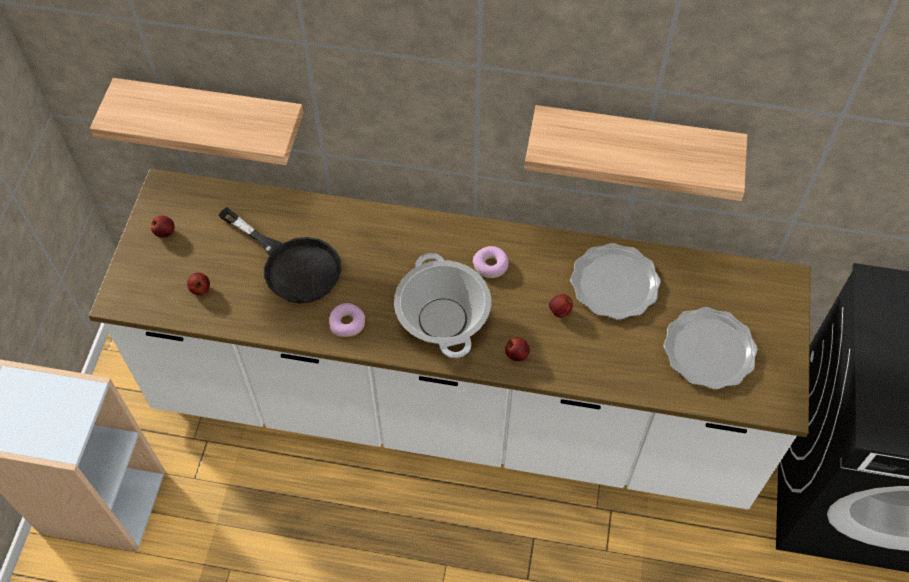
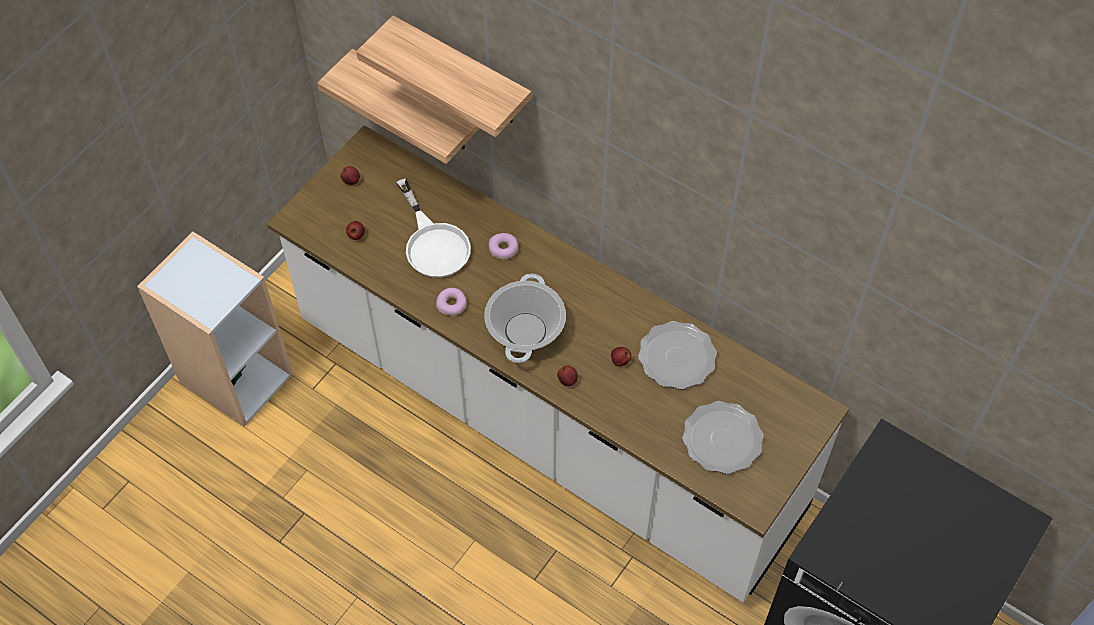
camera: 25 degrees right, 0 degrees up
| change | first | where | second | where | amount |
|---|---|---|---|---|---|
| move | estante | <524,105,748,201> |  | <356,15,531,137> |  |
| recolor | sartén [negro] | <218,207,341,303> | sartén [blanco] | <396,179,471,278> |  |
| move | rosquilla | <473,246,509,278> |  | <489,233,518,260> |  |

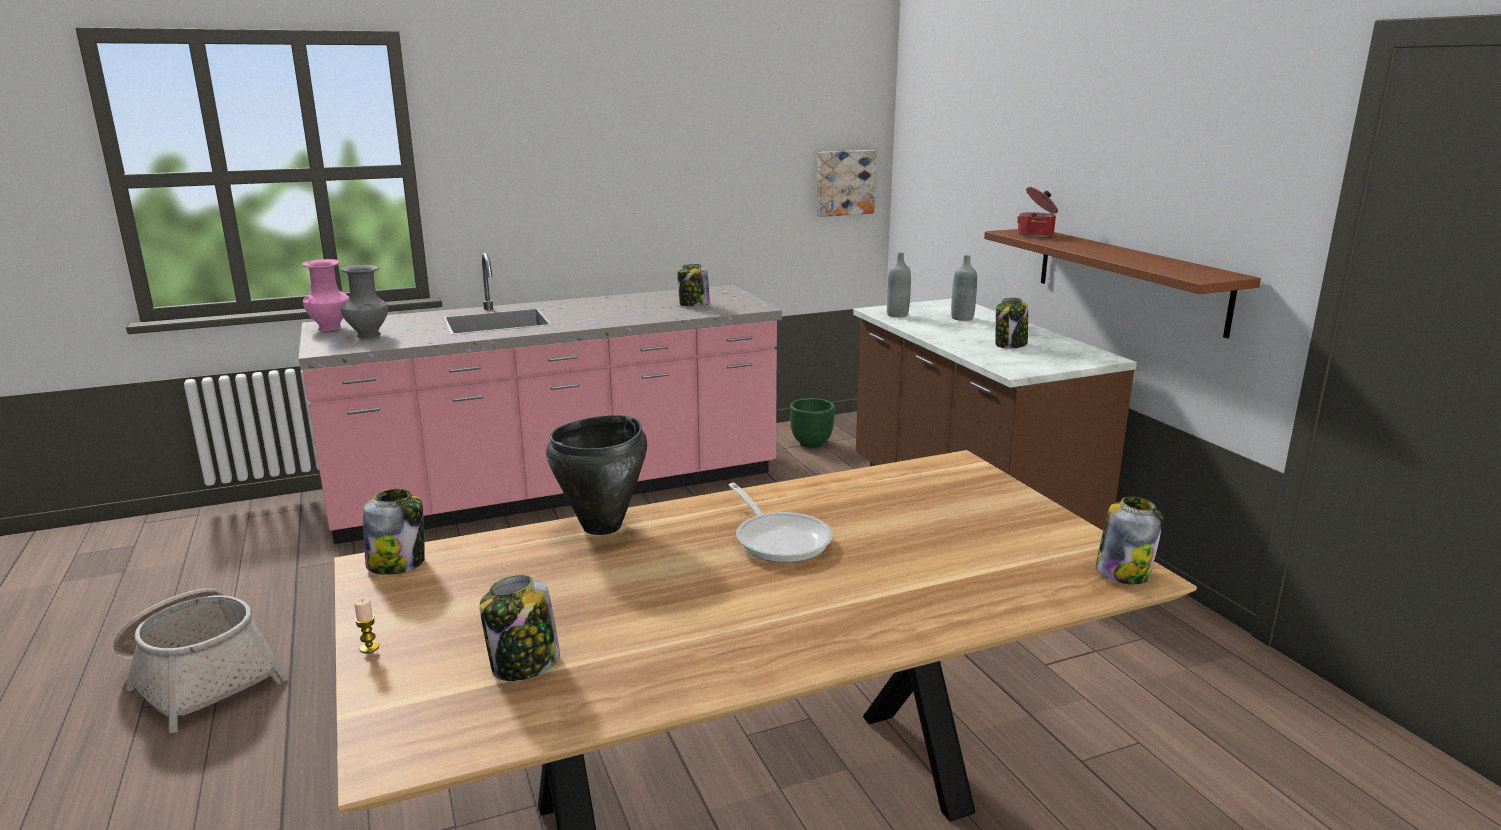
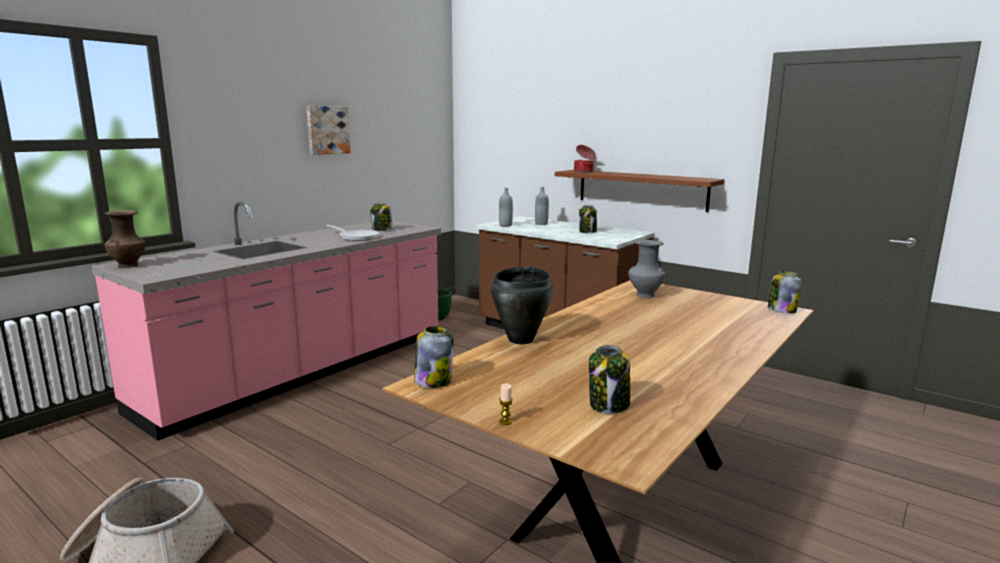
camera: 30 degrees left, 5 degrees down
| change | first | where | second | where | amount |
|---|---|---|---|---|---|
| recolor | florero [rosa] | <302,259,349,331> | florero [marrón] | <104,210,146,268> |  |
| move | cuadro | <817,150,877,217> |  | <306,106,351,155> |  |
| move | sartén | <729,483,833,563> |  | <326,225,379,241> |  |
| move | florero [gris] | <340,265,388,339> |  | <628,240,665,298> |  |

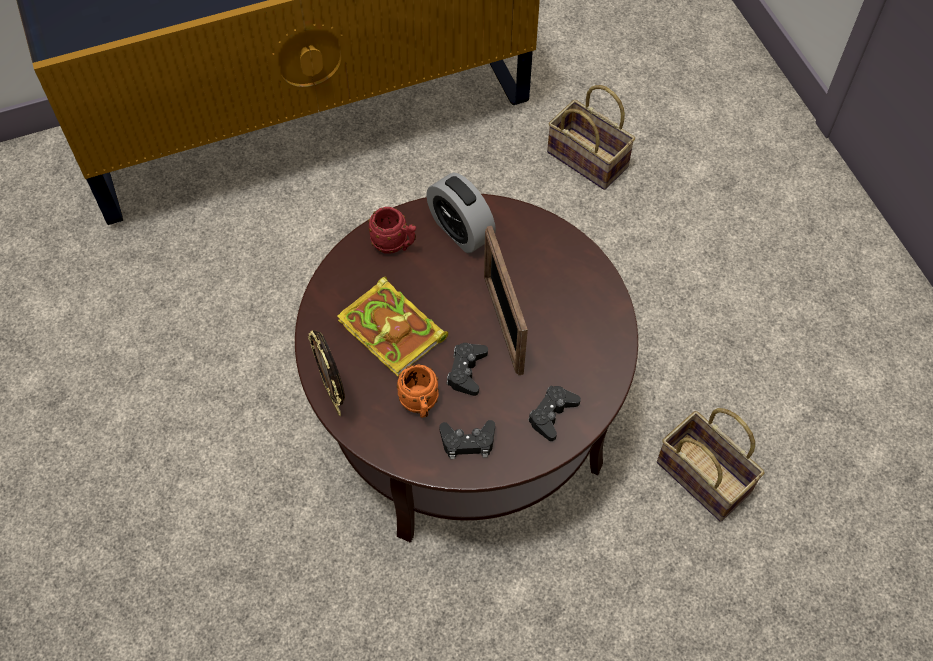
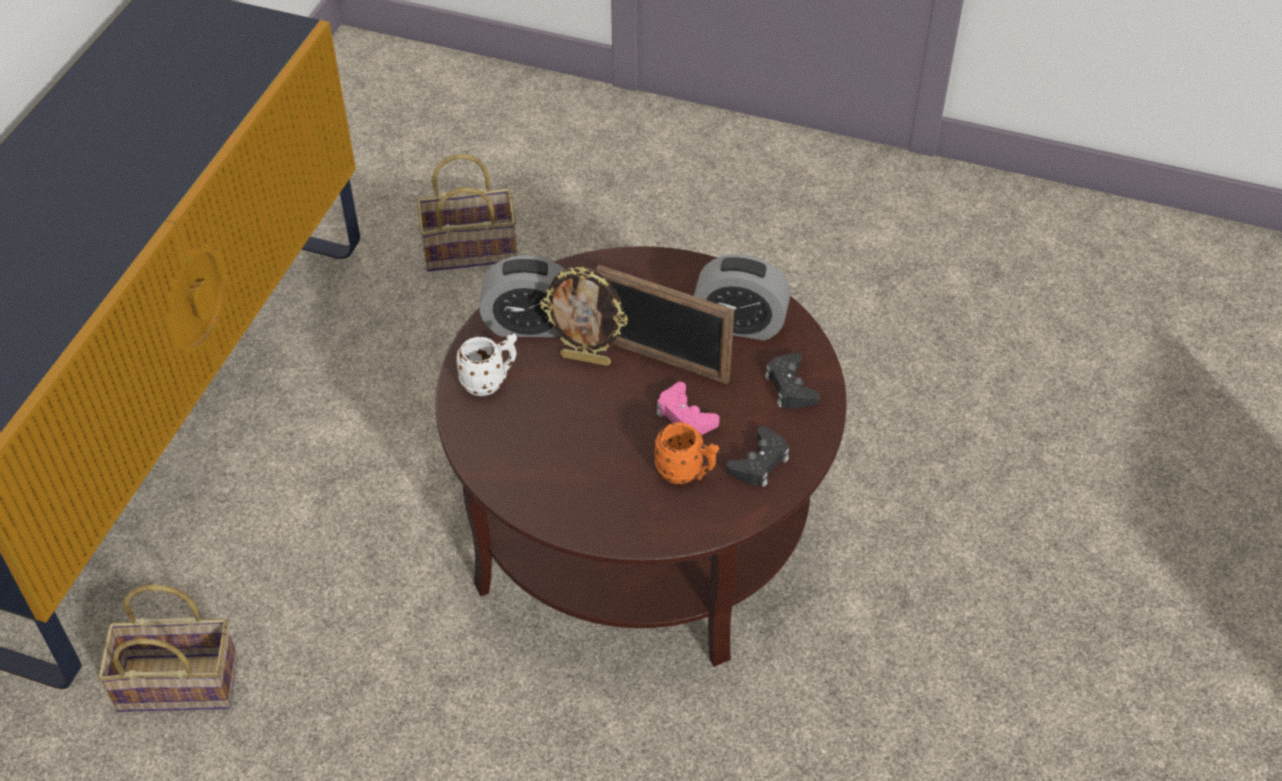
camera: 50 degrees left, 10 degrees down
| change | first | where | second | where | amount |
|---|---|---|---|---|---|
| move | cesta | <657,408,764,522> |  | <98,585,238,712> |  |
| recolor | taza grande [rojo] | <368,207,416,254> | taza grande [blanco] | <455,333,517,396> |  |
| move | portarretratos | <308,330,345,416> |  | <540,266,628,366> |  |
| recolor | mando de consola [negro] | <446,343,488,396> | mando de consola [rosa] | <656,382,720,435> |  |
| insert |  |  | despertador | <694,254,790,340> |  |
| delete | libro | <337,277,448,377> |  |  |  |

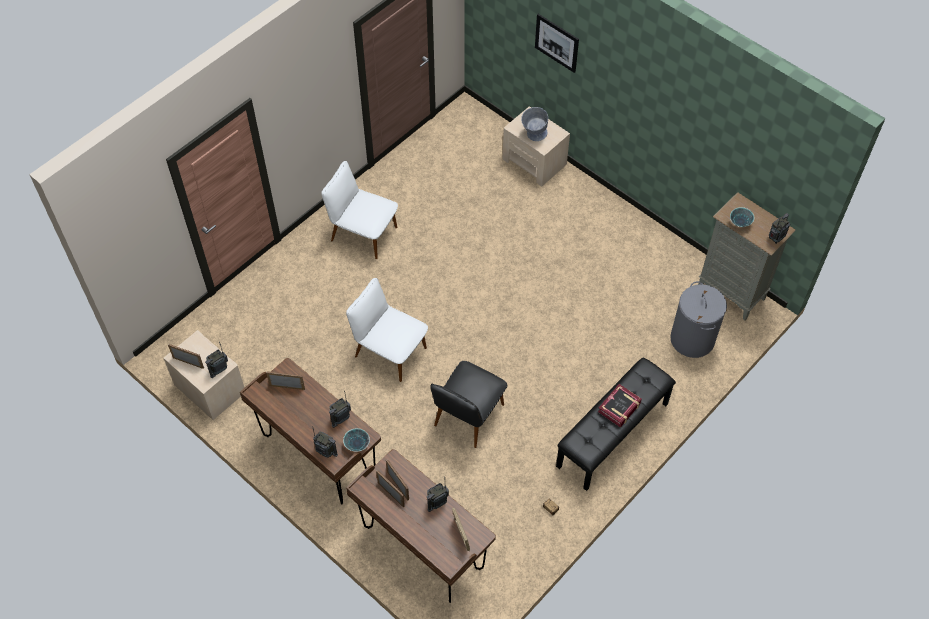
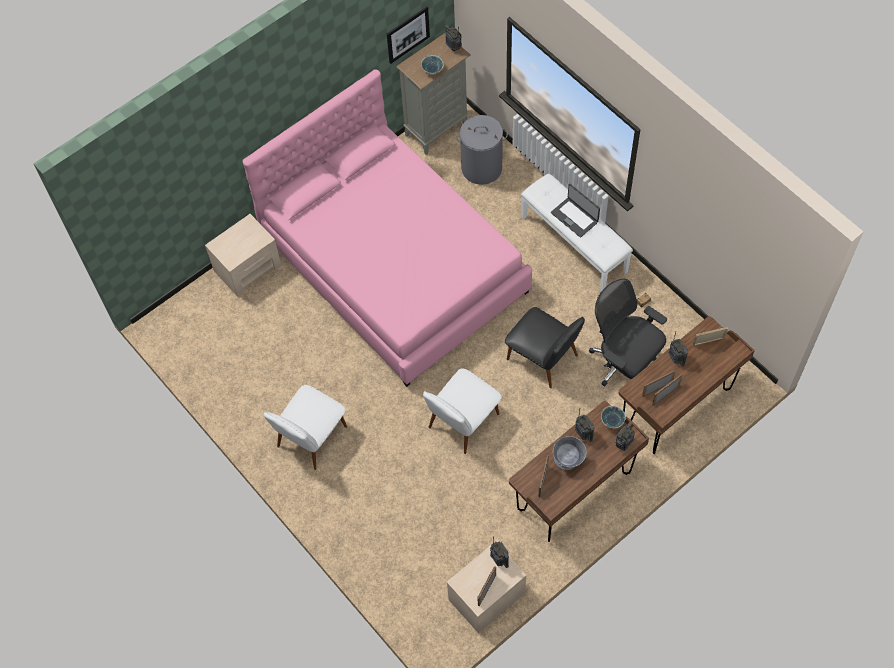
camera: 80 degrees left, 5 degrees up
| change | first | where | second | where | amount |
|---|---|---|---|---|---|
| insert |  |  | cama [rosa] | <243,69,532,387> |  |
| move | cuadro | <535,14,579,73> |  | <387,6,430,64> |  |
| recolor | banco [negro] | <556,358,676,491> | banco [blanco] | <521,174,633,291> |  |
| replace | libro | <598,384,642,427> | portátil | <551,184,600,238> |  |
| move | cuenco [gris] | <521,107,548,141> |  | <553,436,587,470> |  |
| insert |  |  | silla de oficina | <589,279,667,386> |  |

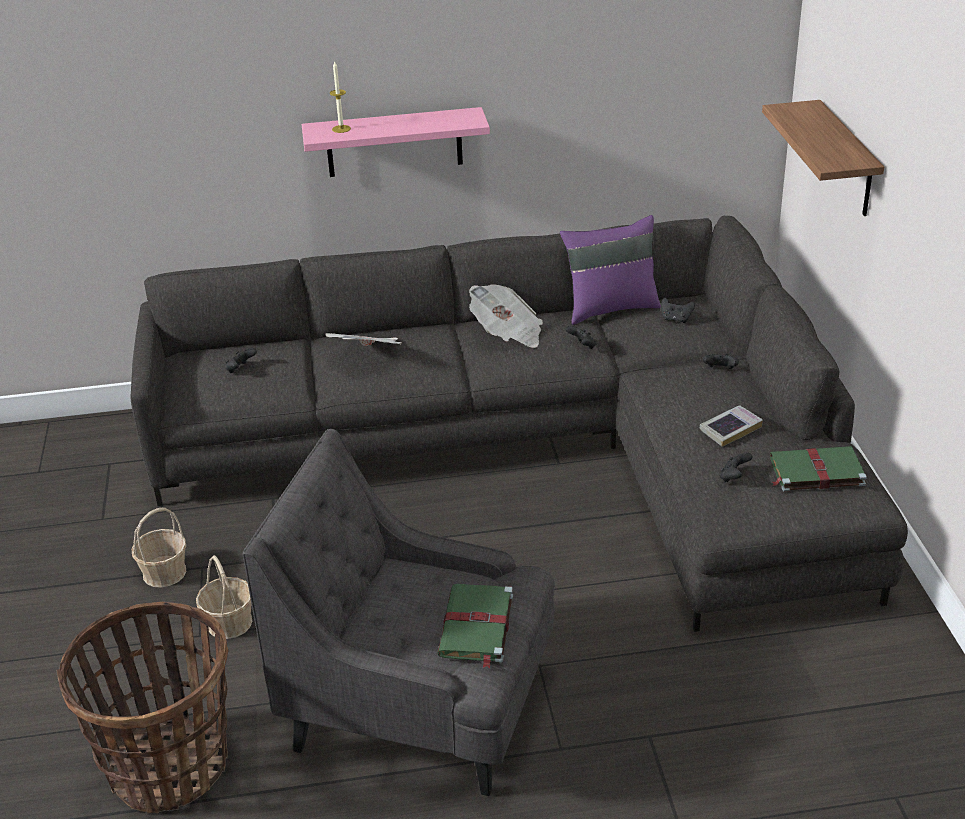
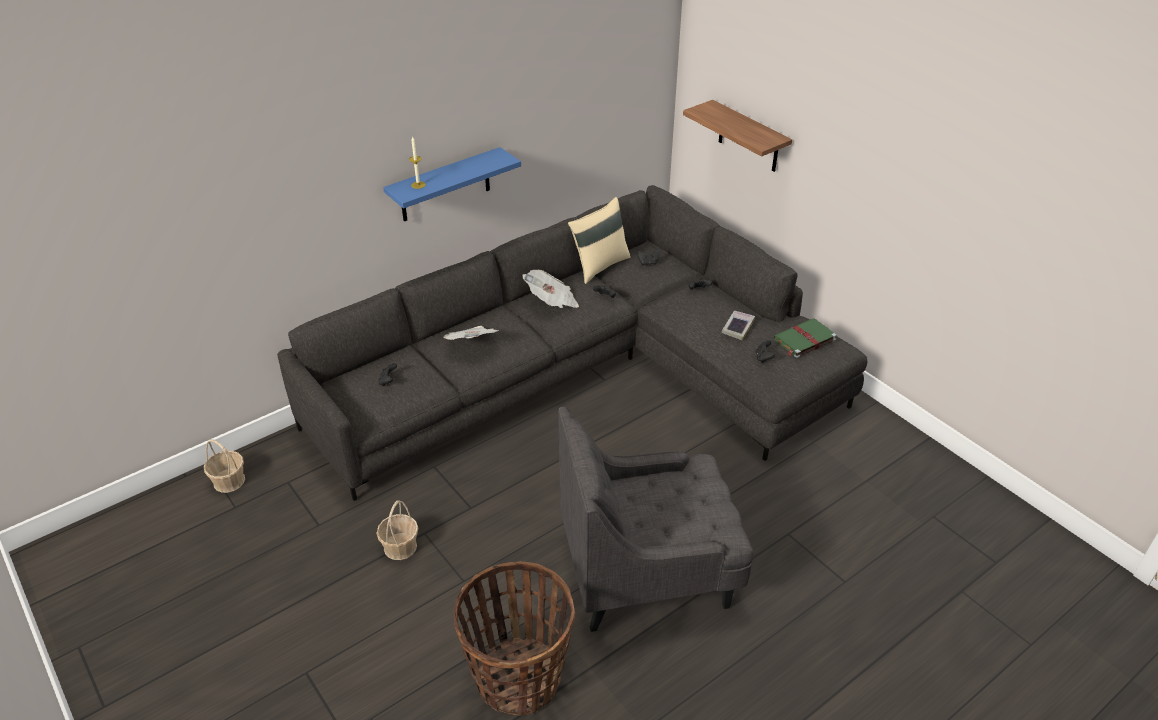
camera: 30 degrees left, 5 degrees up
| change | first | where | second | where | amount |
|---|---|---|---|---|---|
| move | cesta | <196,555,252,639> |  | <204,439,245,493> |  |
| recolor | estante [rosa] | <302,107,490,177> | estante [azul] | <383,147,521,221> |  |
| recolor | cojín [morado] | <560,215,661,325> | cojín [beis] | <568,197,630,284> |  |
| delete | libro [verde] | <437,584,513,668> |  |  |  |

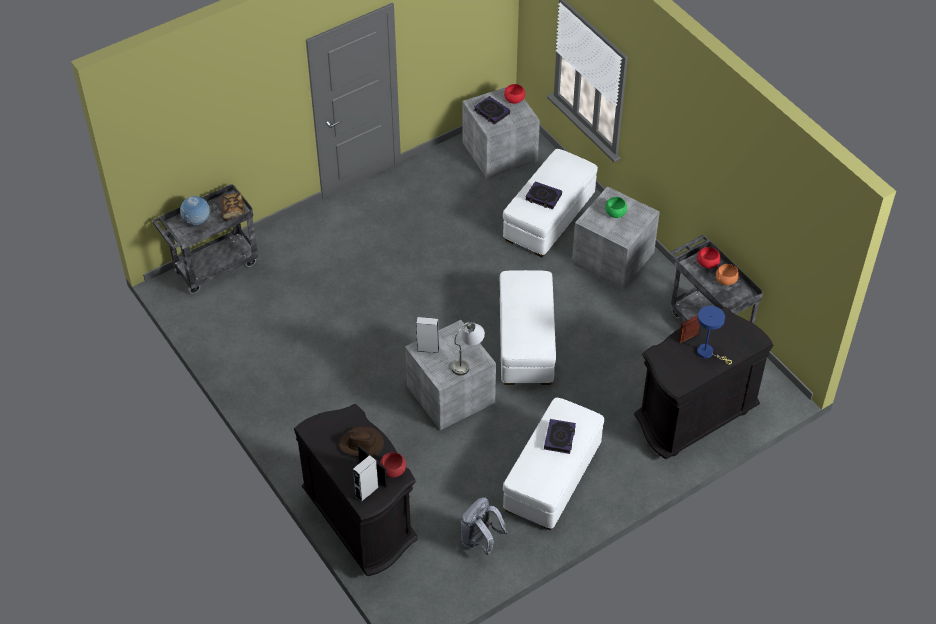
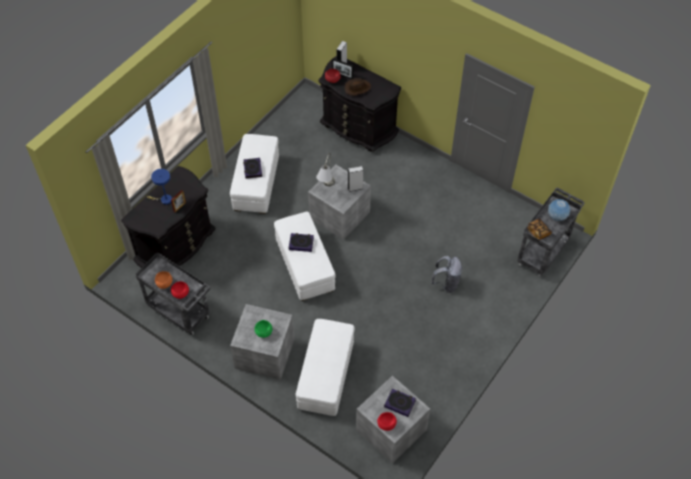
camera: 160 degrees right, 5 degrees up
| change | first | where | second | where | amount |
|---|---|---|---|---|---|
| move | libro | <525,181,562,209> |  | <289,233,314,252> |  |
| move | mochila [gris] | <461,497,508,555> |  | <431,256,463,293> |  |

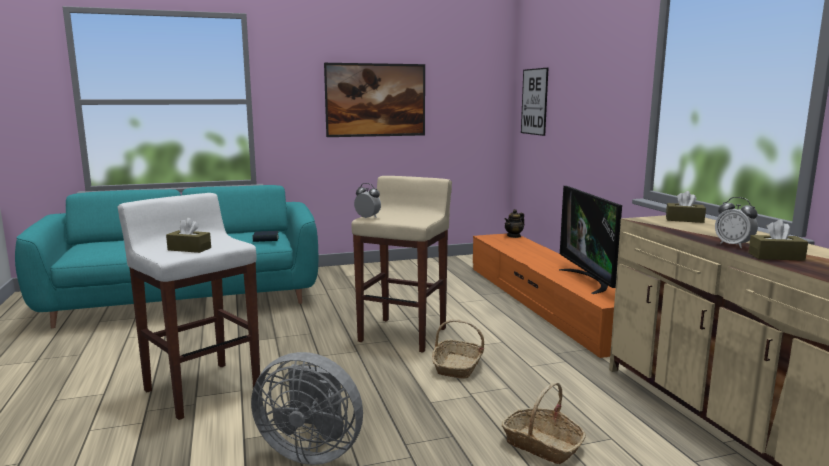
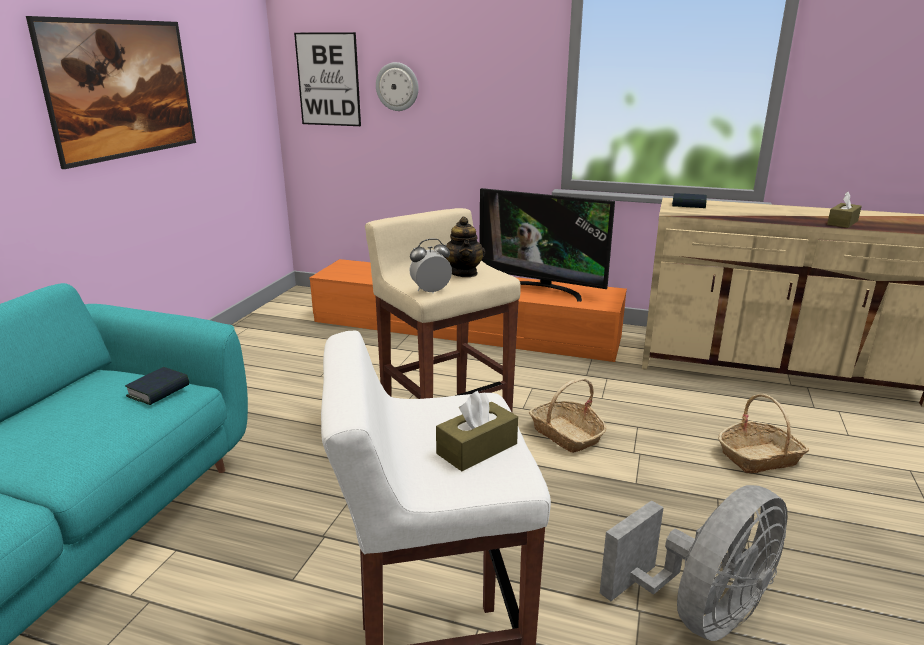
camera: 55 degrees left, 10 degrees up
| change | first | where | second | where | amount |
|---|---|---|---|---|---|
| insert |  |  | reloj de pared | <376,62,418,111> |  |
| move | tetera | <504,209,525,238> |  | <444,217,485,277> |  |
| replace | caja de pañuelos [marrón] | <666,191,706,223> | libro | <672,193,707,208> |  |
| delete | despertador | <715,197,758,248> |  |  |  |

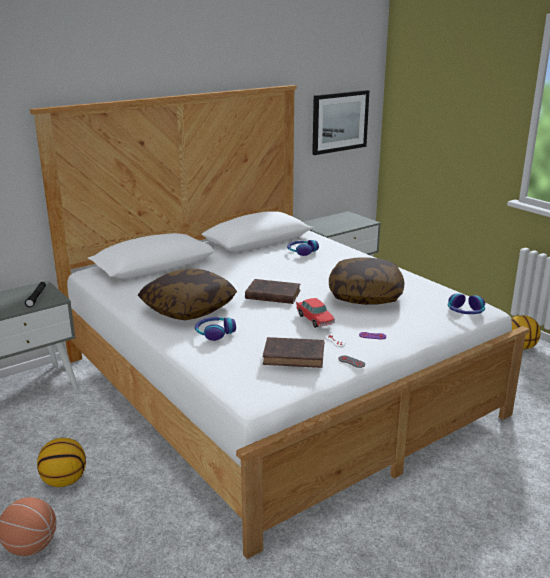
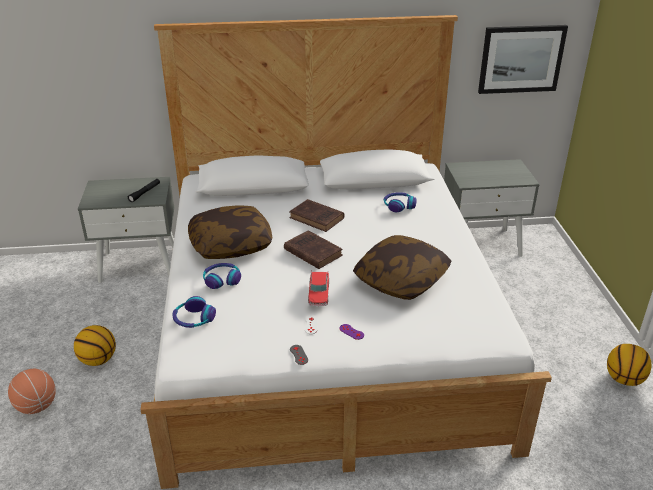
camera: 30 degrees right, 10 degrees up
| change | first | where | second | where | amount |
|---|---|---|---|---|---|
| move | auriculares | <448,293,485,314> |  | <172,296,216,328> |  |
| move | libro [marrón] | <263,337,324,368> |  | <289,199,344,232> |  |

